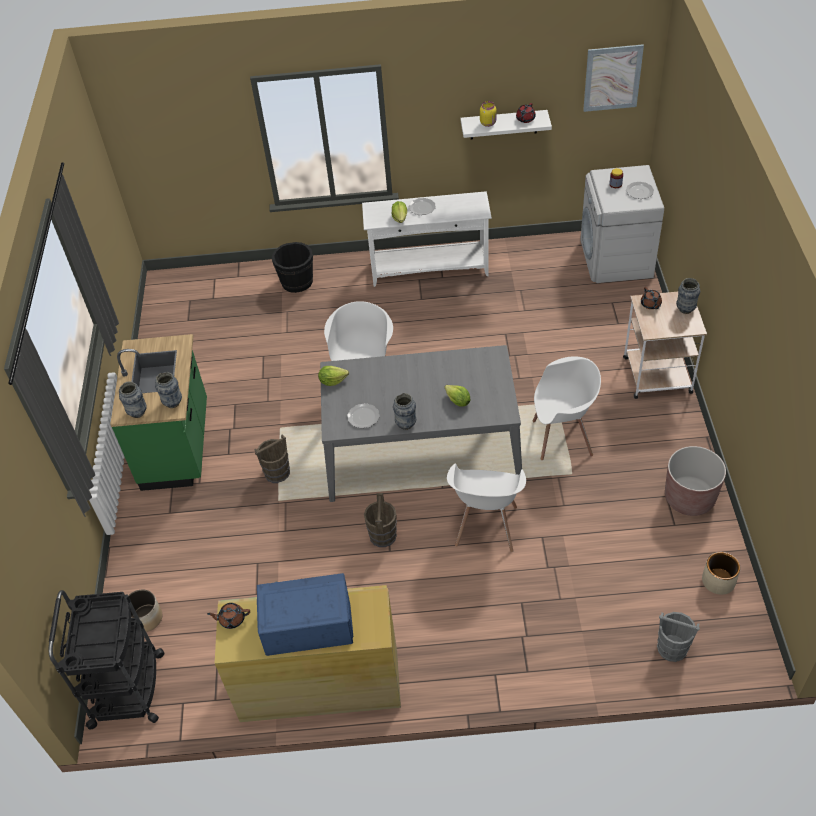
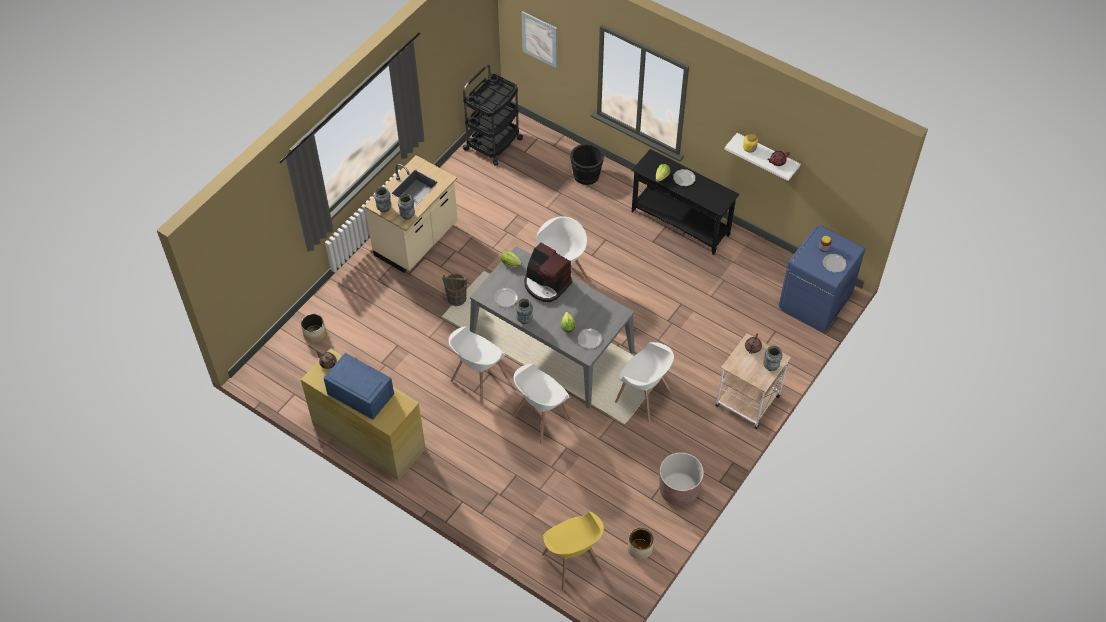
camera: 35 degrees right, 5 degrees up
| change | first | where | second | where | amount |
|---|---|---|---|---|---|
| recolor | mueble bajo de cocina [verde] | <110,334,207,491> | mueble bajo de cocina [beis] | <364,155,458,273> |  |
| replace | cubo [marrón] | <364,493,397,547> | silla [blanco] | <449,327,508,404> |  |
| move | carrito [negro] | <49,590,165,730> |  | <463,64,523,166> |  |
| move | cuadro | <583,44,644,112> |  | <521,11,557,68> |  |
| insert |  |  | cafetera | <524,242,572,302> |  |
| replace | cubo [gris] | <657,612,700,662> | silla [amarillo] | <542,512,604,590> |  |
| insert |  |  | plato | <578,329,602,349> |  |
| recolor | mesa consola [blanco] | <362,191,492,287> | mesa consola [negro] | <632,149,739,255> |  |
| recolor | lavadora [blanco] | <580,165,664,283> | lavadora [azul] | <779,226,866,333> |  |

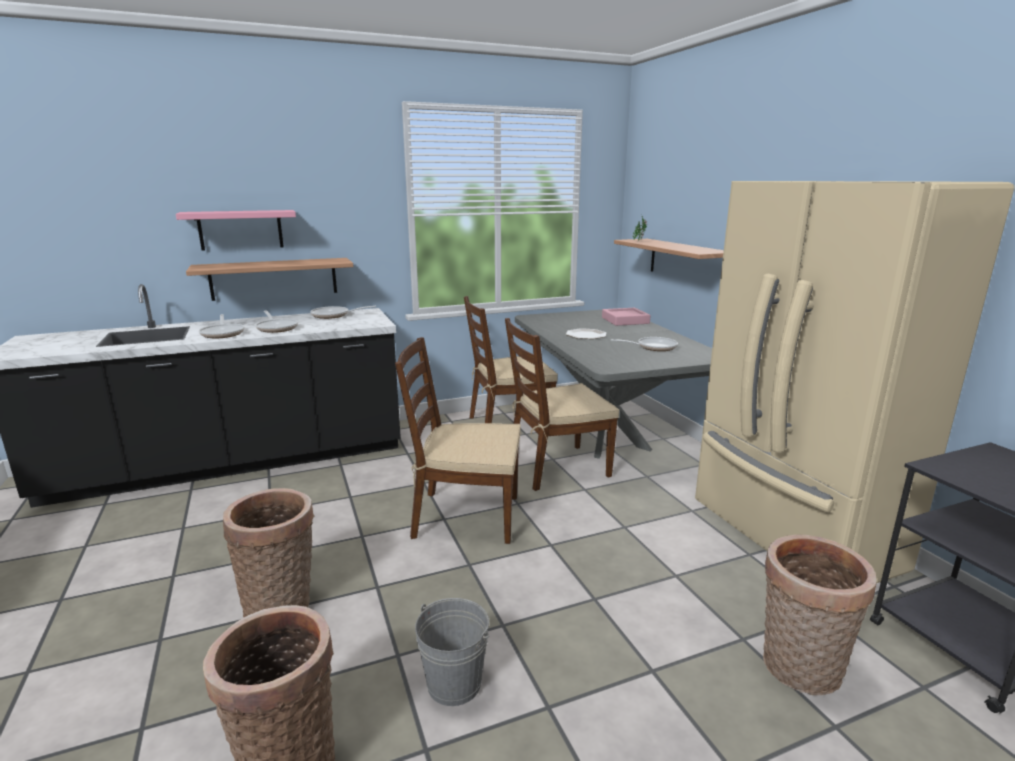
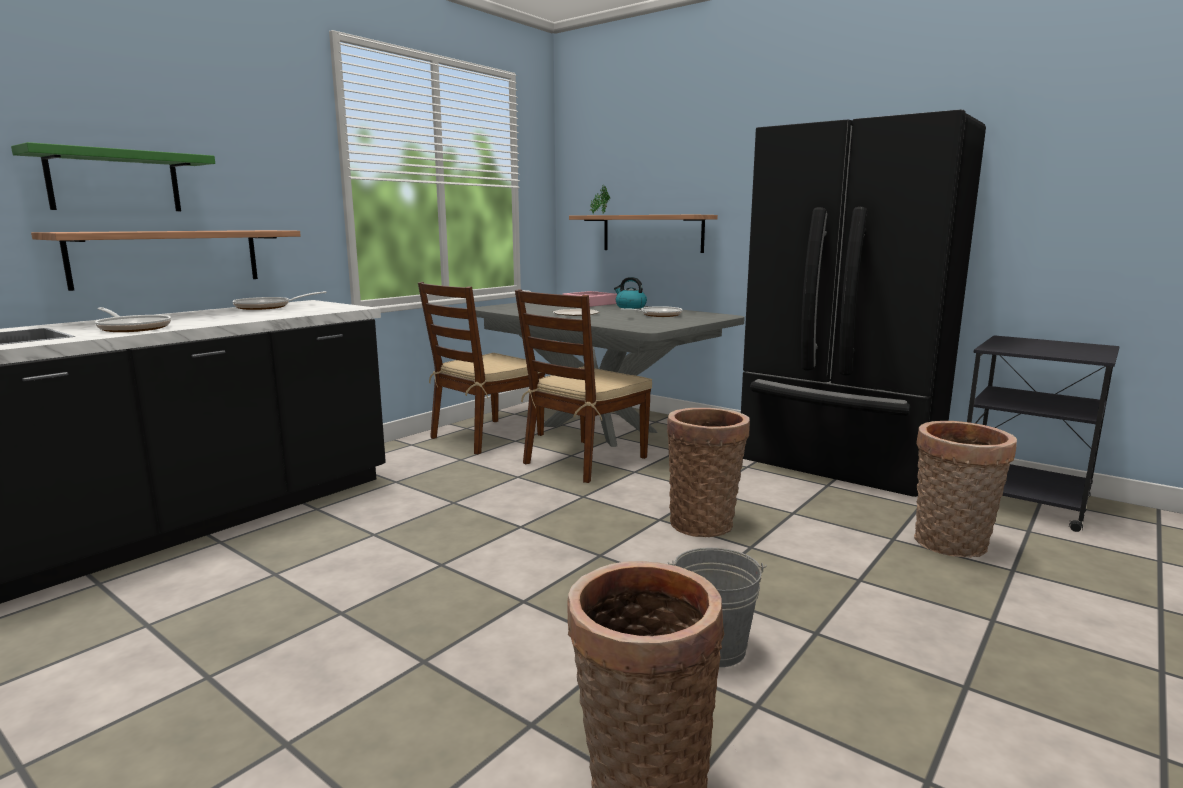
camera: 30 degrees left, 5 degrees down
| change | first | where | second | where | amount |
|---|---|---|---|---|---|
| recolor | estante [rosa] | <176,210,296,251> | estante [verde] | <11,142,215,211> |  |
| insert |  |  | hervidor | <614,277,647,309> |  |
| move | cesta | <223,488,314,618> |  | <667,408,750,537> |  |
| recolor | nevera [beis] | <695,181,1014,584> | nevera [negro] | <741,110,986,497> |  |
| delete | sartén | <255,310,298,333> |  |  |  |
| delete | silla [marrón] | <395,337,521,544> |  |  |  |

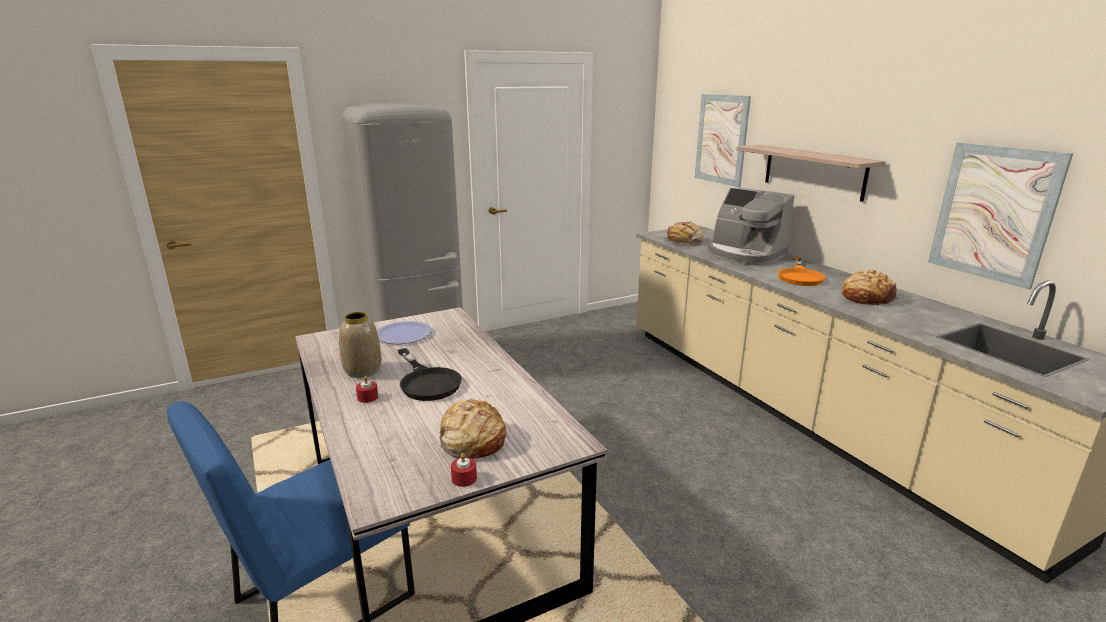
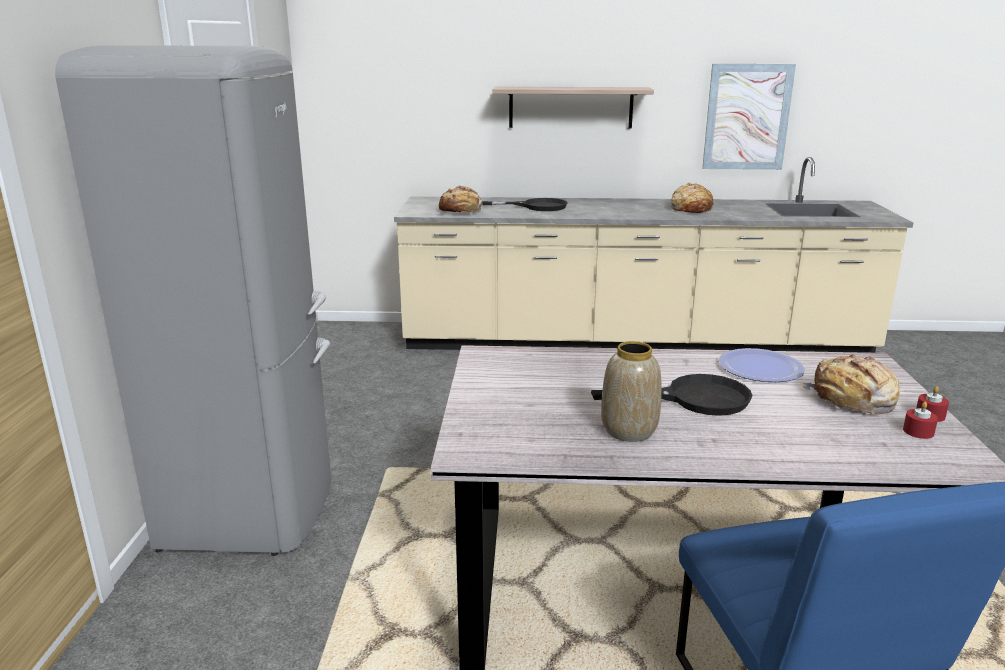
camera: 60 degrees left, 0 degrees up
| change | first | where | second | where | amount |
|---|---|---|---|---|---|
| replace | cafetera | <708,187,795,265> | sartén [negro] | <482,198,568,211> |  |
| move | plato | <377,321,432,344> |  | <718,348,805,382> |  |
| move | vela [rojo] | <356,376,378,403> |  | <903,402,938,439> |  |
| delete | cuadro | <695,94,751,187> |  |  |  |
| delete | sartén [naranja] | <778,257,825,286> |  |  |  |

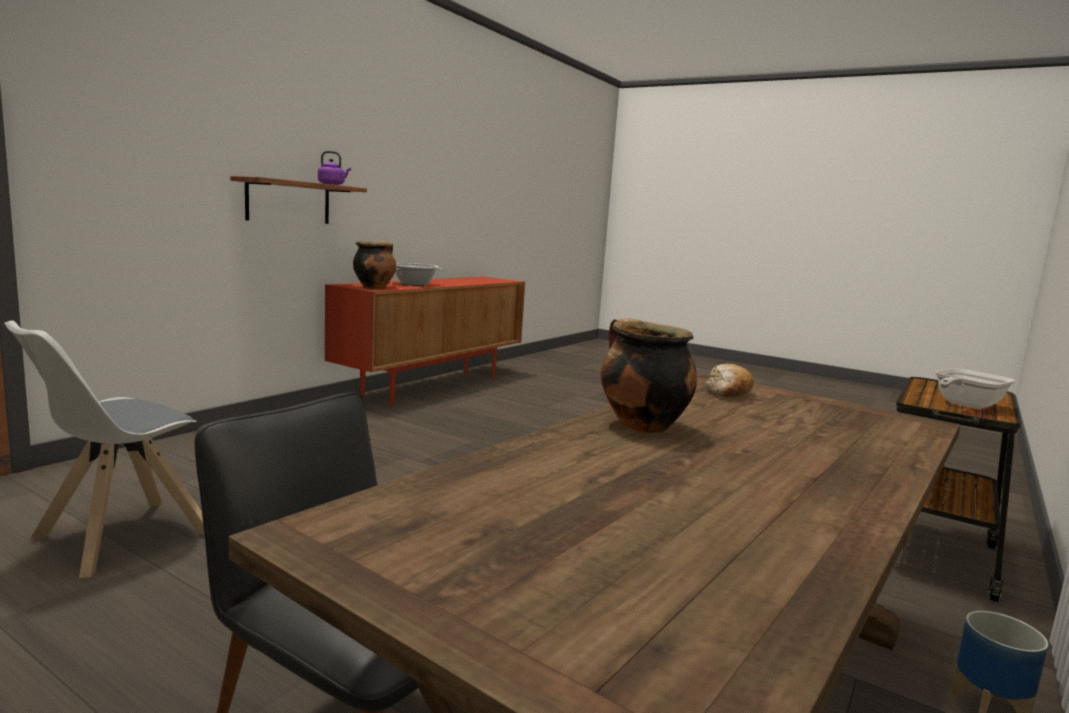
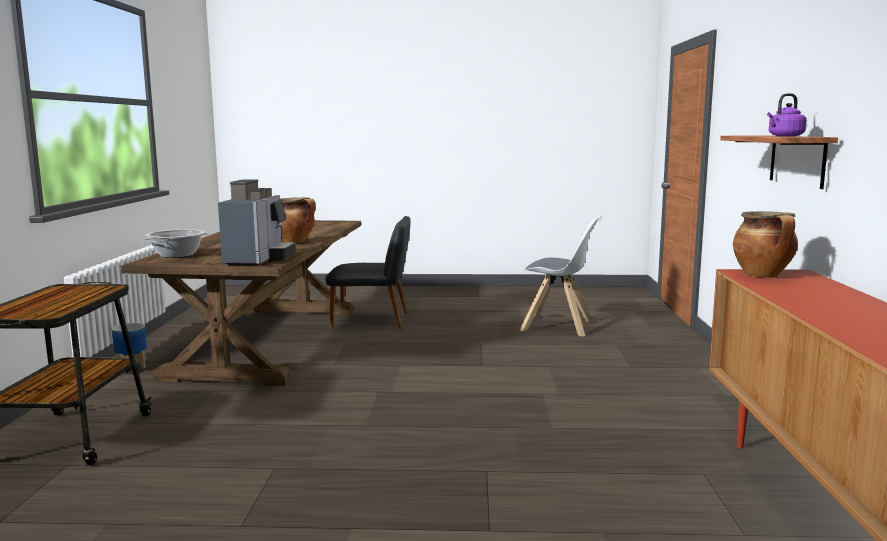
camera: 150 degrees right, 0 degrees up
| change | first | where | second | where | amount |
|---|---|---|---|---|---|
| move | olla | <395,263,443,286> |  | <142,229,208,258> |  |
| replace | pan | <706,364,754,397> | cafetera | <218,180,295,265> |  |
| rotate | silla | <4,320,204,578> |  | <520,214,602,336> | 105 degrees clockwise |
| delete | sartén | <936,368,1015,409> |  |  |  |

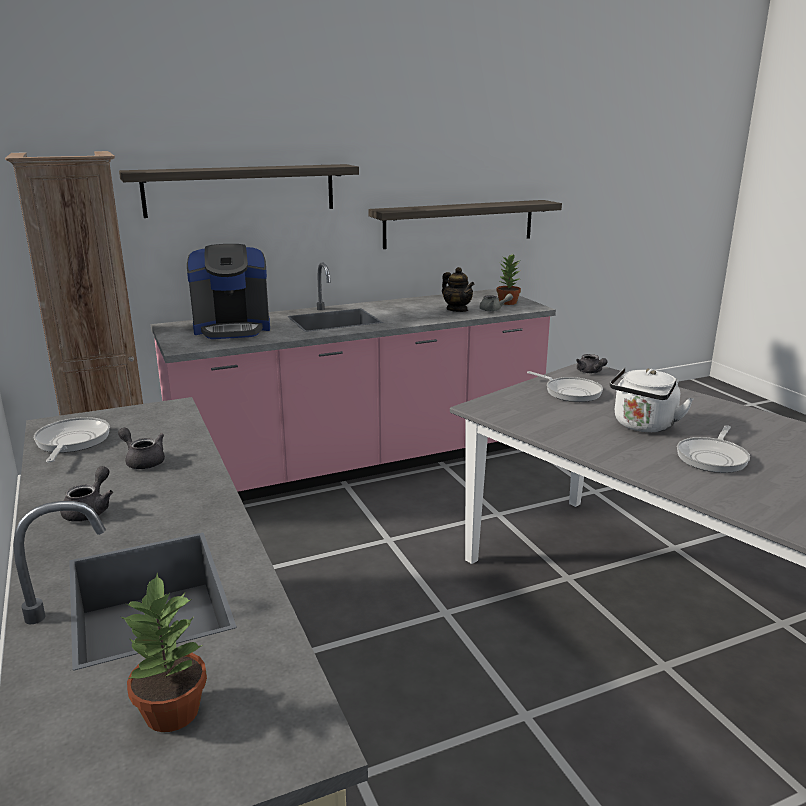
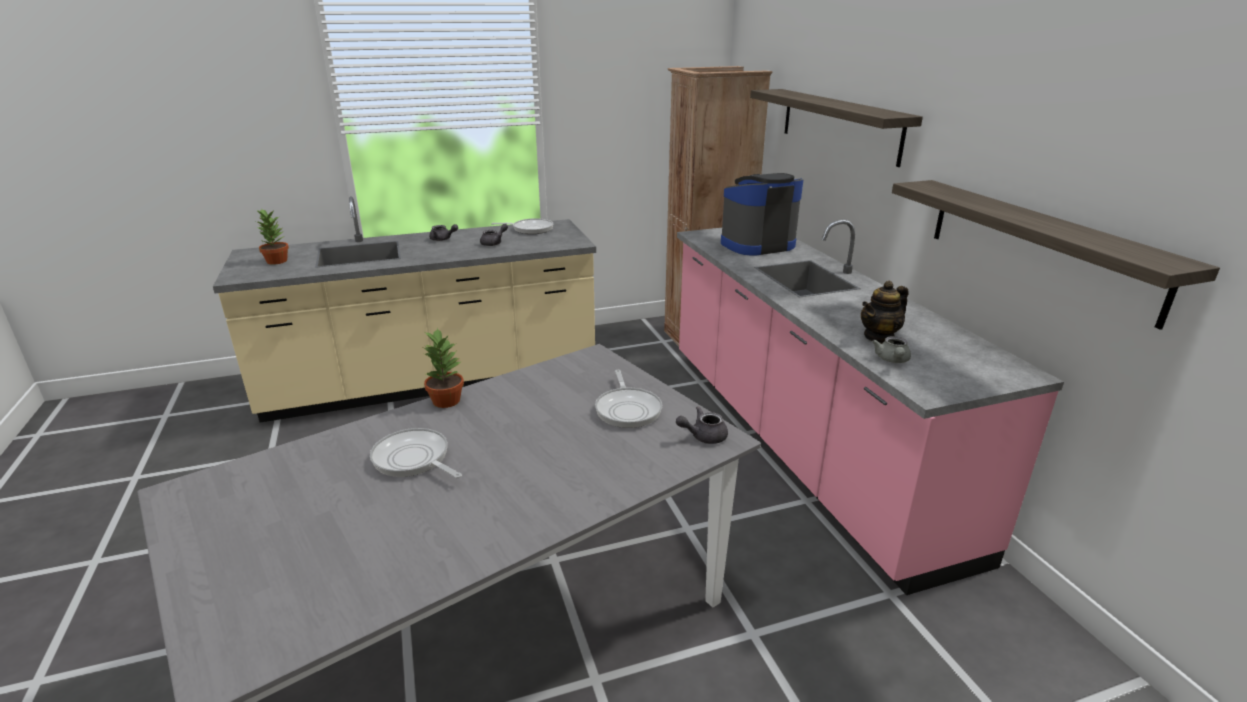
camera: 95 degrees right, 5 degrees up
| change | first | where | second | where | amount |
|---|---|---|---|---|---|
| move | planta en maceta | <496,255,521,305> |  | <423,328,464,408> |  |
| rotate | sartén | <527,371,603,402> |  | <595,370,662,428> | 60 degrees counterclockwise |
| rotate | cafetera | <187,244,270,339> |  | <721,173,803,256> | 75 degrees clockwise |
| delete | hervidor [blanco] | <610,368,693,433> |  |  |  |

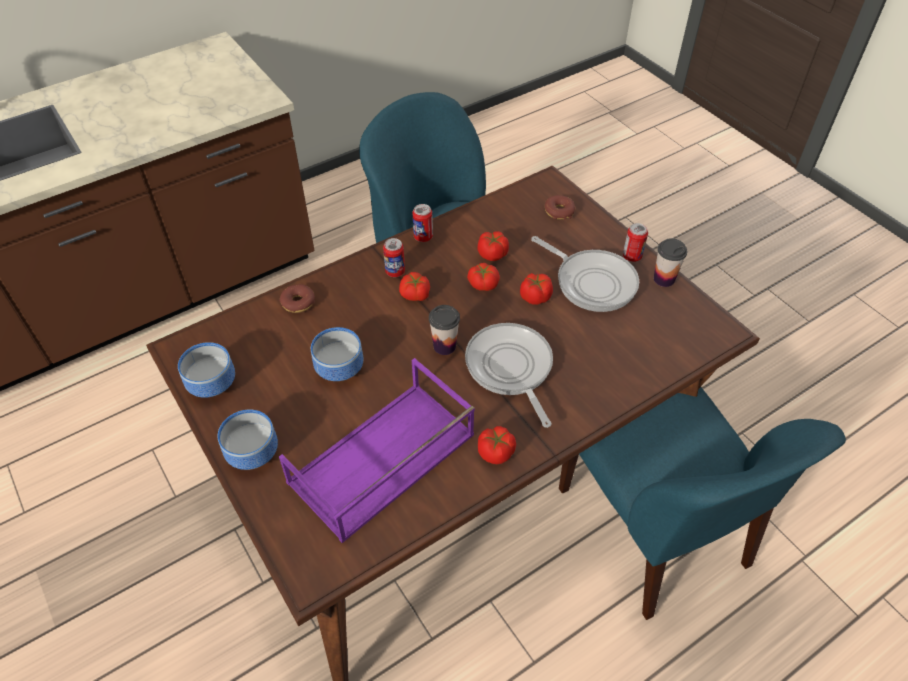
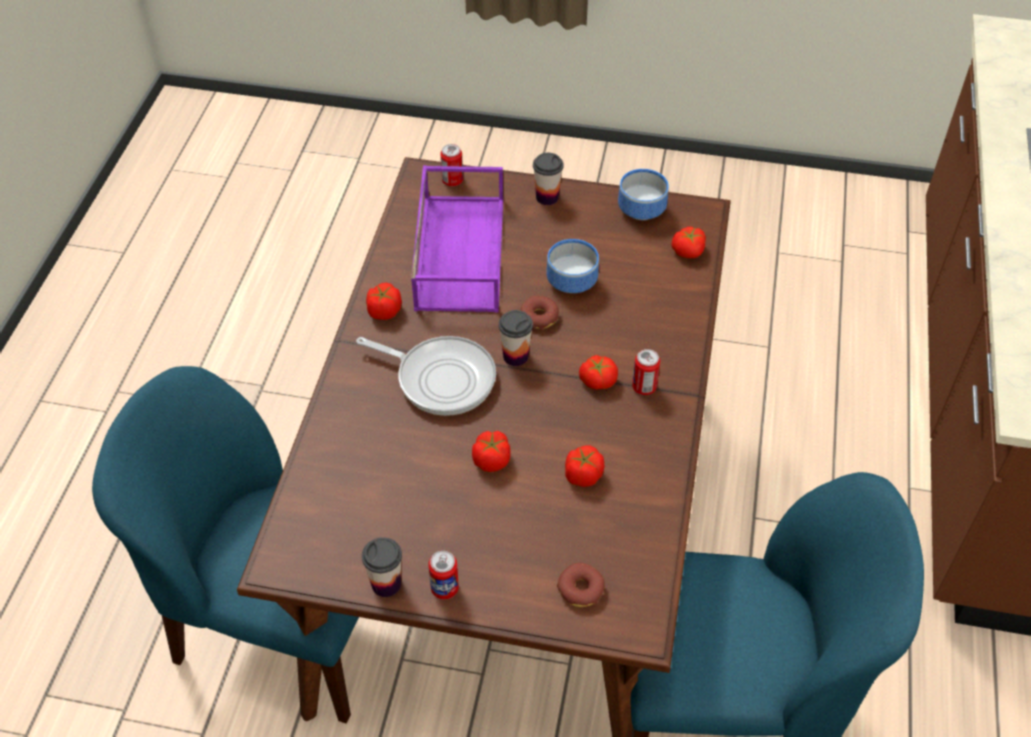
camera: 135 degrees right, 0 degrees up
| change | first | where | second | where | amount |
|---|---|---|---|---|---|
| move | lata | <412,204,433,242> |  | <440,144,463,186> |  |
| move | rosquilla | <280,284,315,313> |  | <520,296,559,331> |  |
| replace | cuenco | <218,409,278,470> | taza | <533,153,564,205> |  |
| move | tomate | <467,263,500,291> |  | <671,227,706,258> |  |
| delete | sartén | <531,236,639,312> |  |  |  |

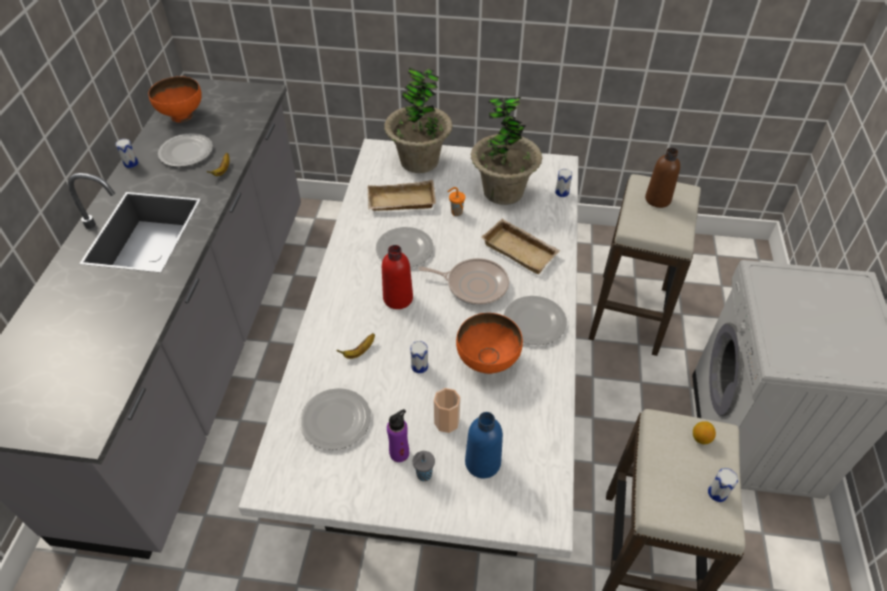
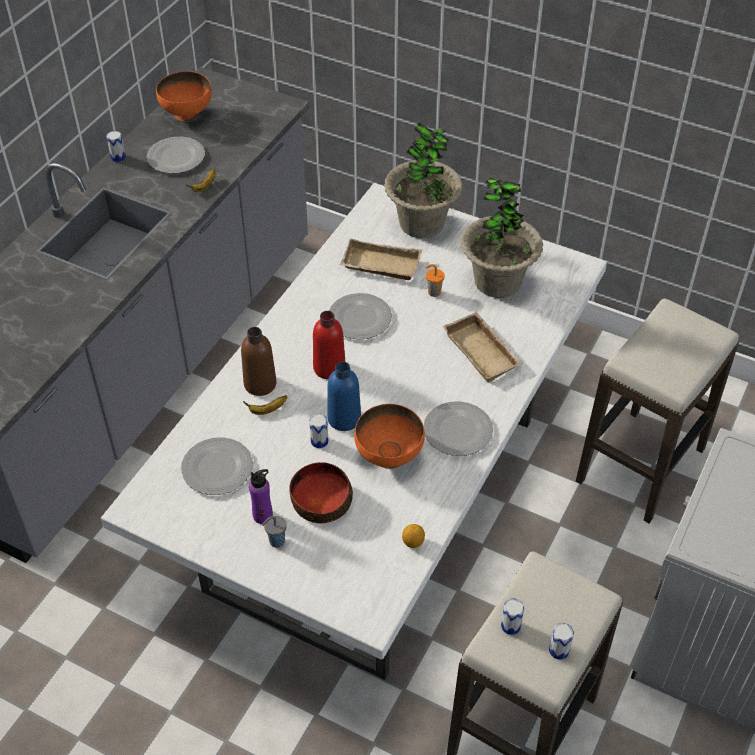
camera: 20 degrees right, 0 degrees up
| change | first | where | second | where | amount |
|---|---|---|---|---|---|
| move | botella [marrón] | <645,148,680,208> |  | <241,327,277,396> |  |
| replace | taza | <434,388,460,433> | cuenco | <289,462,353,523> |  |
| move | botella [azul] | <465,412,503,478> |  | <327,362,361,431> |  |
| move | limón | <693,421,716,444> |  | <402,524,425,548> |  |
| move | lata | <555,169,572,197> |  | <501,598,524,635> |  |
| delete | sartén | <418,258,509,306> |  |  |  |

